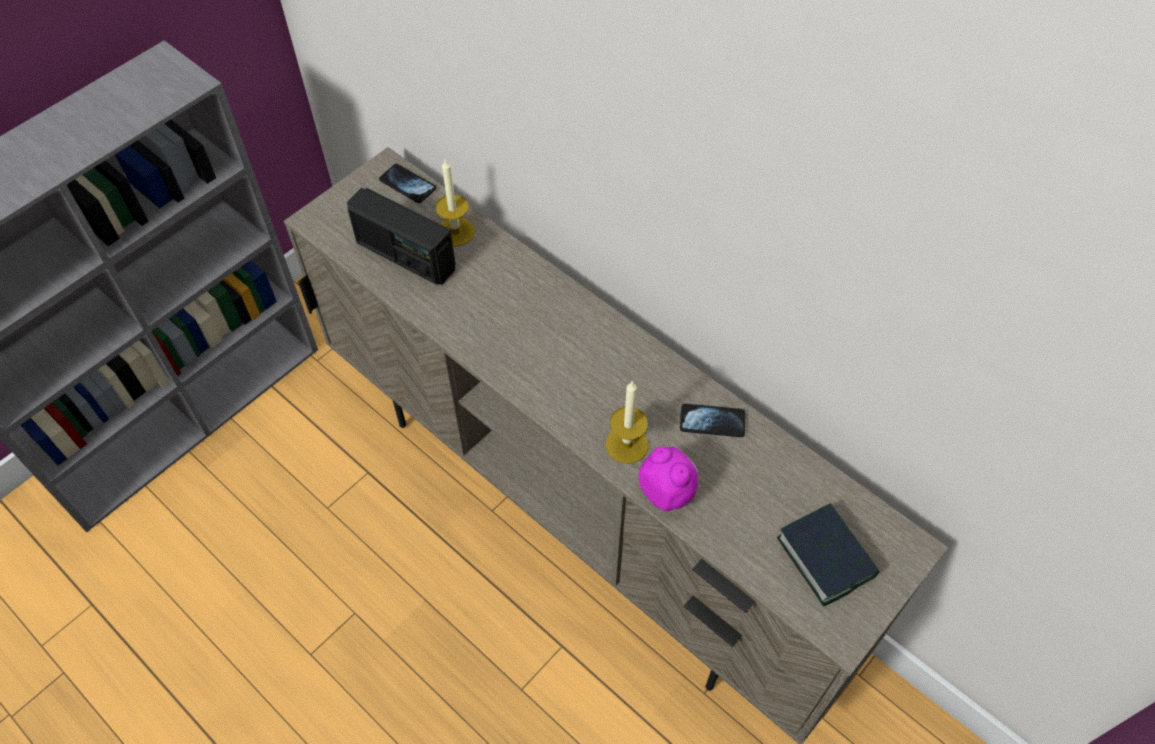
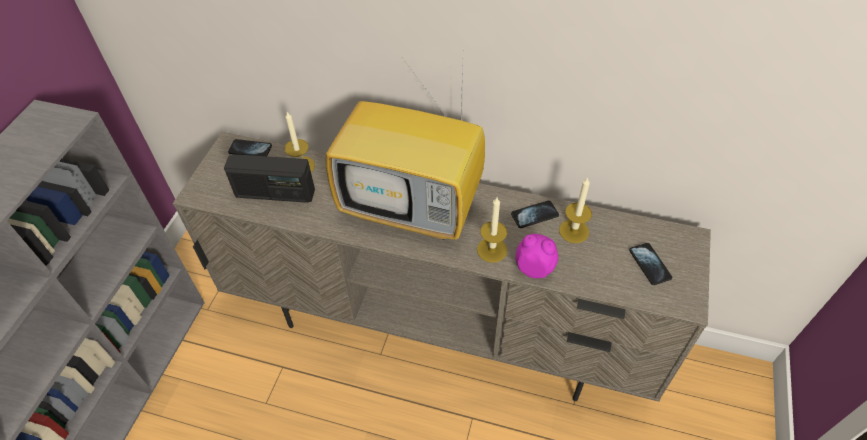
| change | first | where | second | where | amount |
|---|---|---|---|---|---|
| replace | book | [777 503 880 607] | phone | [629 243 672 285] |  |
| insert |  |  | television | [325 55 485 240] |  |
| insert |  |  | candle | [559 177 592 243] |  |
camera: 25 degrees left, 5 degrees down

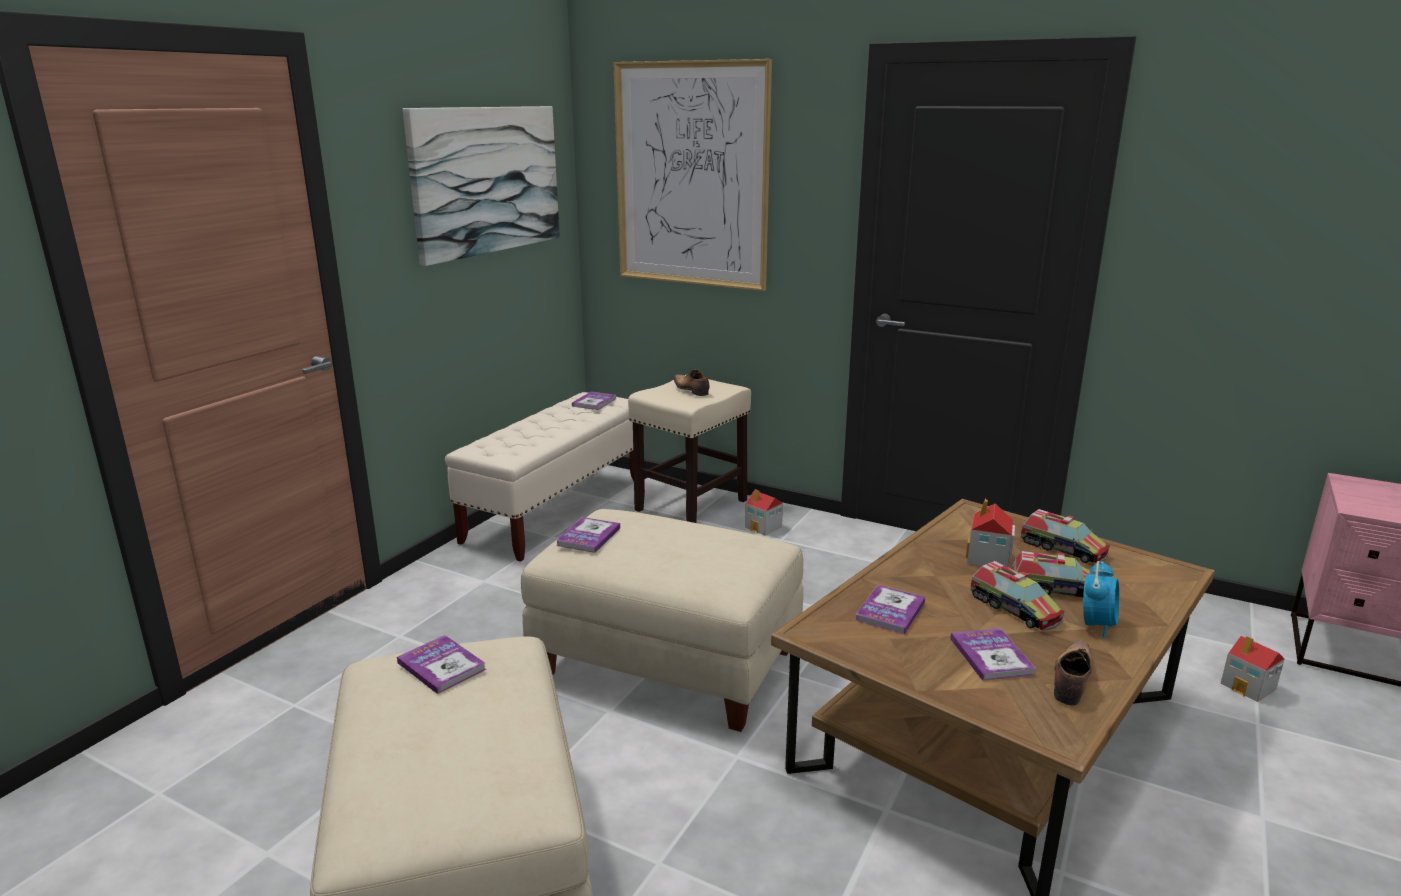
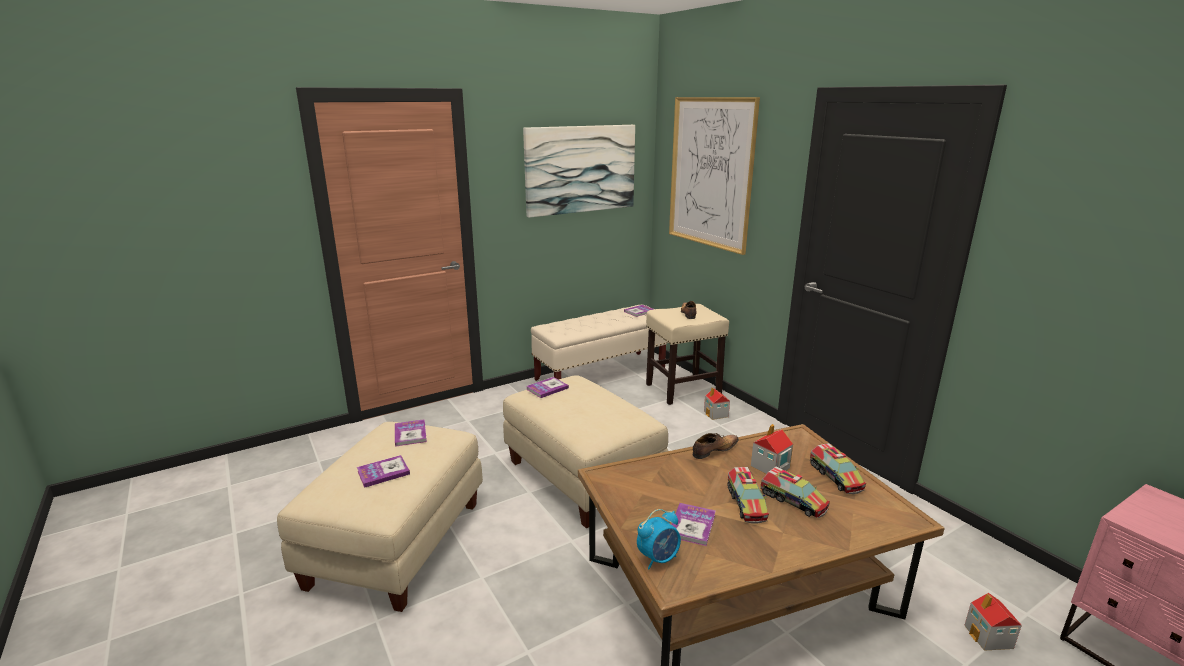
| change | first | where | second | where | amount |
|---|---|---|---|---|---|
| move | alarm clock | [1083 561 1119 638] |  | [637 509 681 569] |  |
| move | book | [855 585 925 634] |  | [357 455 410 488] |  |
| move | shoe | [1054 641 1093 706] |  | [693 433 739 459] |  |
camera: 30 degrees right, 0 degrees up

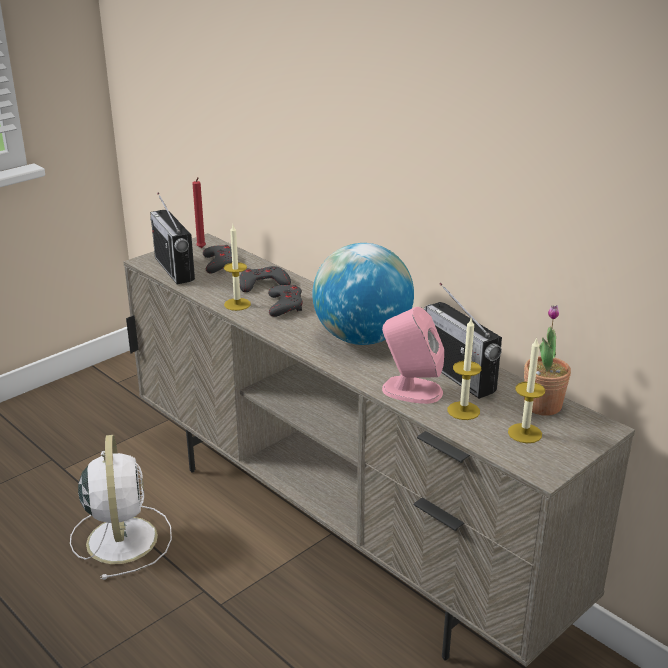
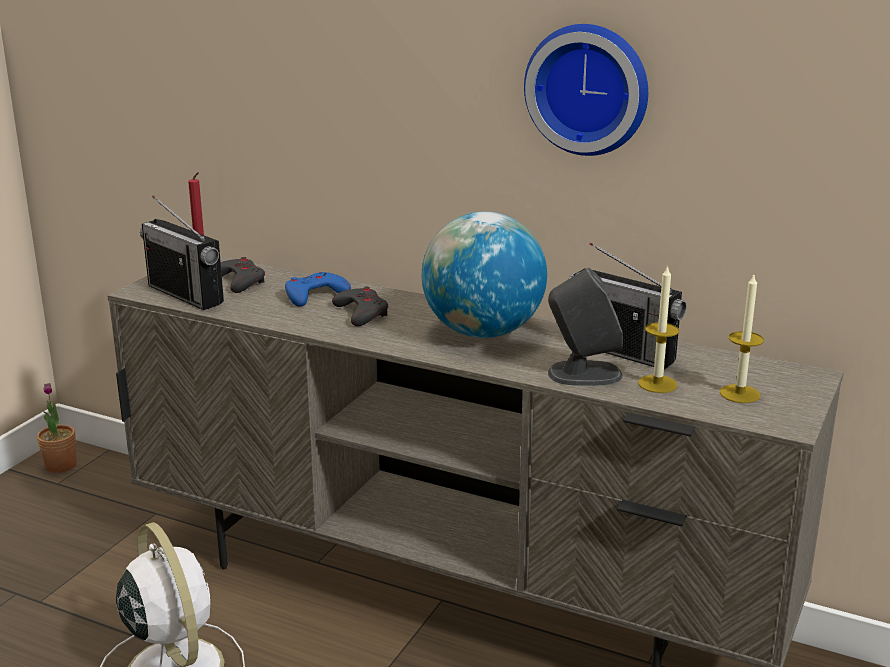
| change | first | where | second | where | amount |
|---|---|---|---|---|---|
| delete | candle | [224 225 251 311] |  |  |  |
| recolor | grey game controller | [239 266 291 292] | blue game controller | [285 272 351 307] |  |
| move | potted plant | [524 305 571 416] |  | [37 383 76 473] |  |
| recolor | pink speaker | [382 307 444 404] | grey speaker | [548 268 623 386] |  |
| insert |  |  | wall clock | [524 24 648 156] |  |
camera: 20 degrees left, 5 degrees down

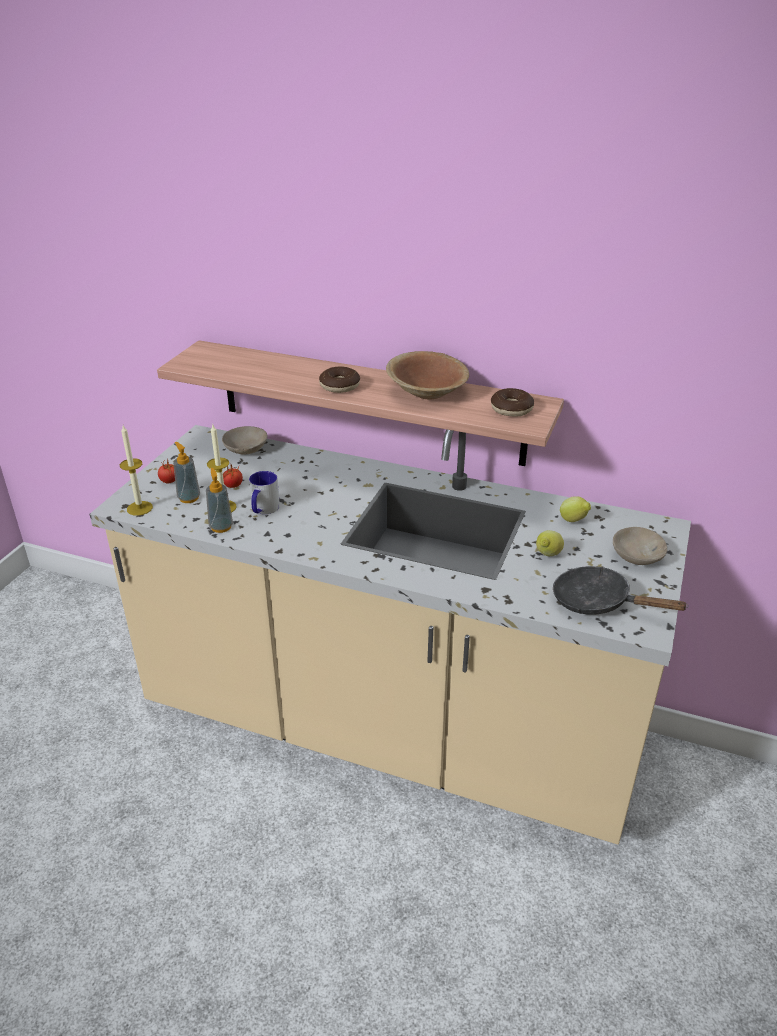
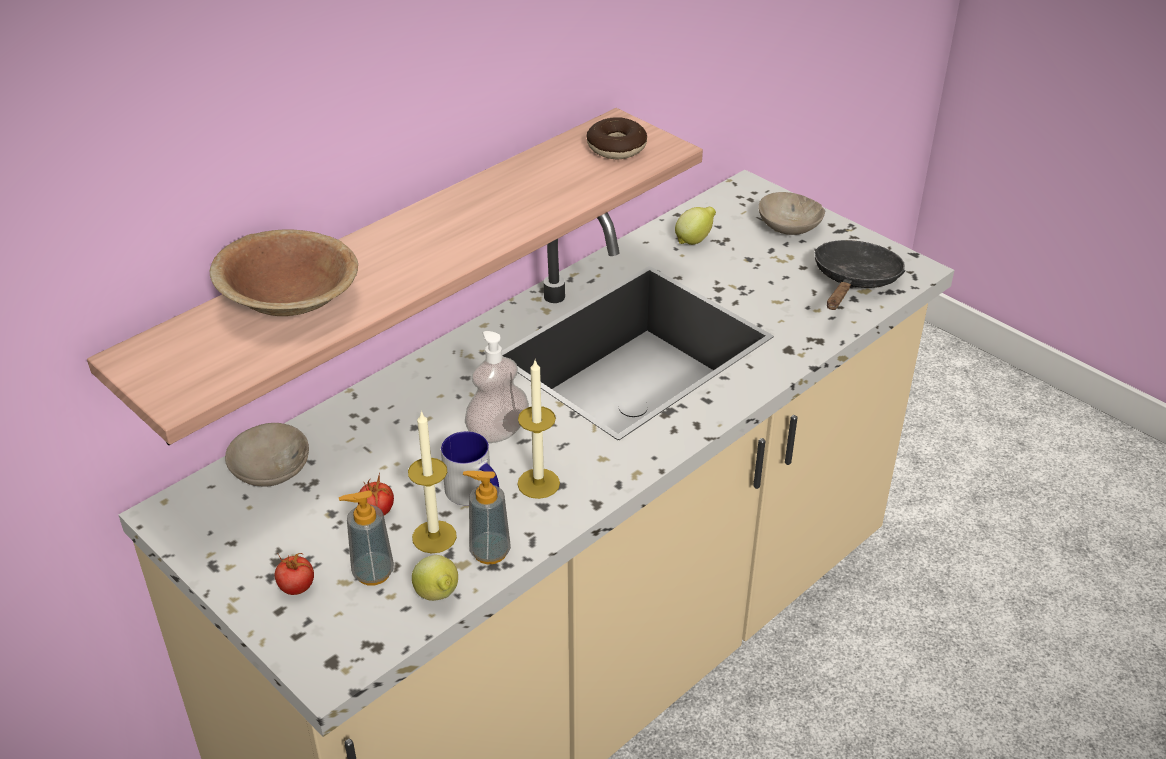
| change | first | where | second | where | amount |
|---|---|---|---|---|---|
| move | brown bowl | [386 351 469 399] |  | [210 229 358 316] |  |
| delete | donut | [319 366 360 393] |  |  |  |
| move | candle | [120 425 153 516] |  | [517 360 560 499] |  |
| move | lemon | [536 530 564 556] |  | [412 555 458 601] |  |
| rotate | black frying pan | [553 566 689 615] |  | [814 240 906 310] | 150 degrees clockwise |
| insert |  |  | soap dispenser | [465 331 529 443] |  |
camera: 65 degrees left, 5 degrees up

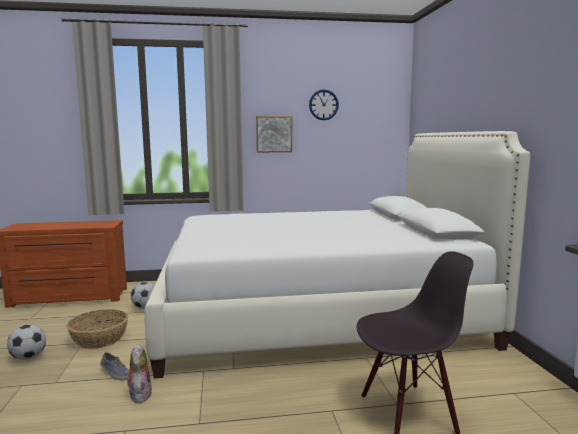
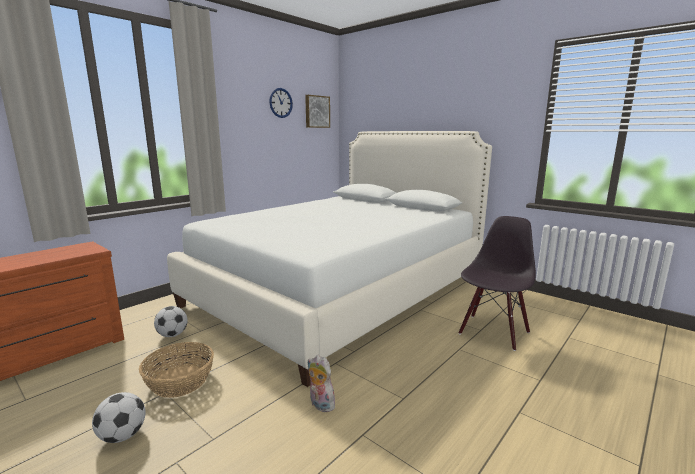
| change | first | where | second | where | amount |
|---|---|---|---|---|---|
| move | picture | [256 116 292 153] |  | [305 95 330 128] |  |
| delete | shoe | [100 352 129 380] |  |  |  |
camera: 40 degrees left, 5 degrees up

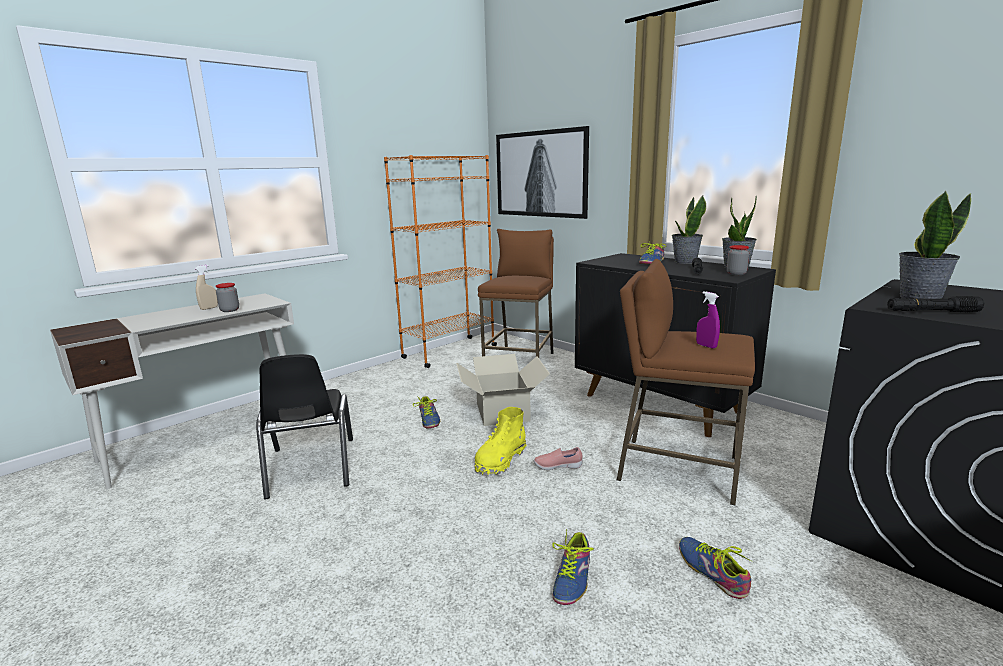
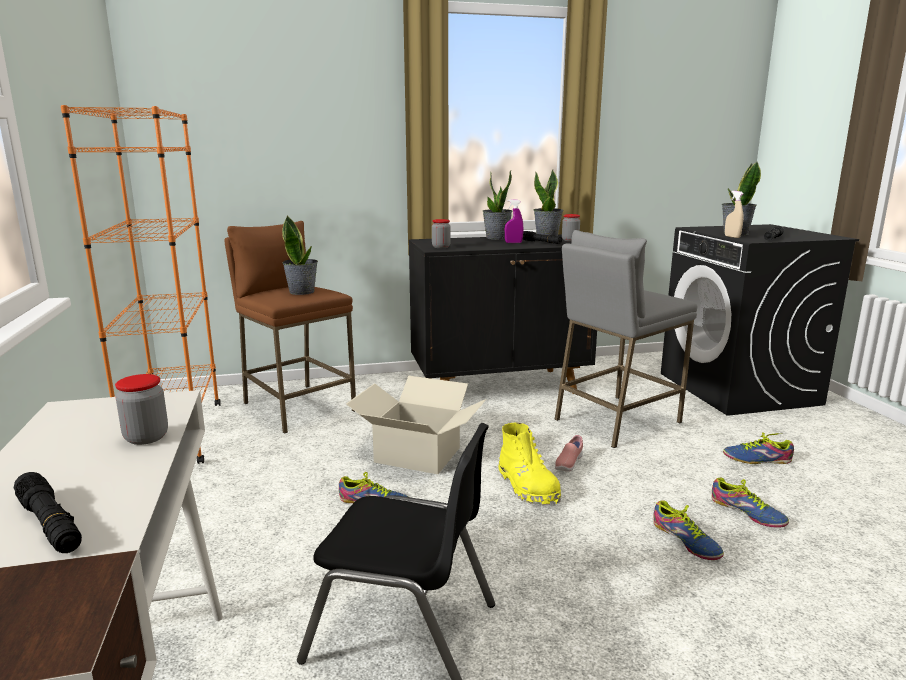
| change | first | where | second | where | amount |
|---|---|---|---|---|---|
| delete | picture | [496 126 589 219] |  |  |  |
| move | shoe | [639 243 666 264] |  | [653 500 724 560] |  |
| recolor | brown stool | [617 259 755 505] | grey stool | [554 230 697 448] |  |
| move | beige spray bottle | [195 265 218 310] |  | [725 191 743 238] |  |
| move | purple spray bottle | [696 291 720 349] |  | [505 199 524 243] |  |
| insert |  |  | potted plant | [282 215 318 295] |  |
| insert |  |  | jar | [432 219 451 248] |  |
| insert |  |  | black flashlight | [14 472 82 553] |  |
camera: 60 degrees left, 0 degrees up

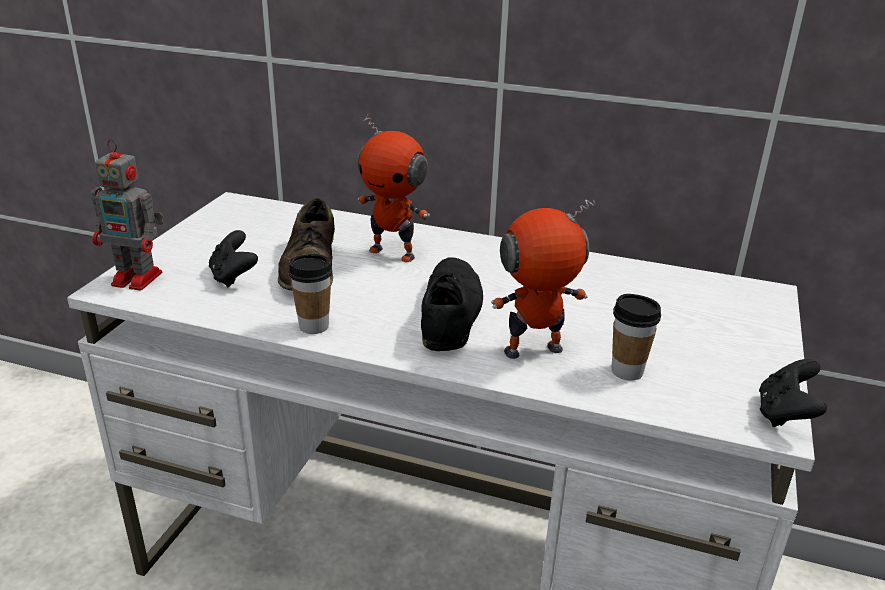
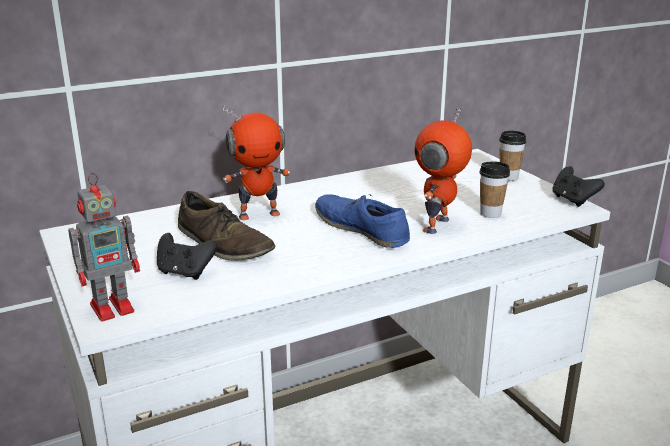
| change | first | where | second | where | amount |
|---|---|---|---|---|---|
| move | cup | [288 254 332 334] |  | [499 131 526 181] |  |
| recolor | black shoe | [421 257 483 351] | blue shoe | [315 194 410 248] |  |
camera: 45 degrees left, 5 degrees down

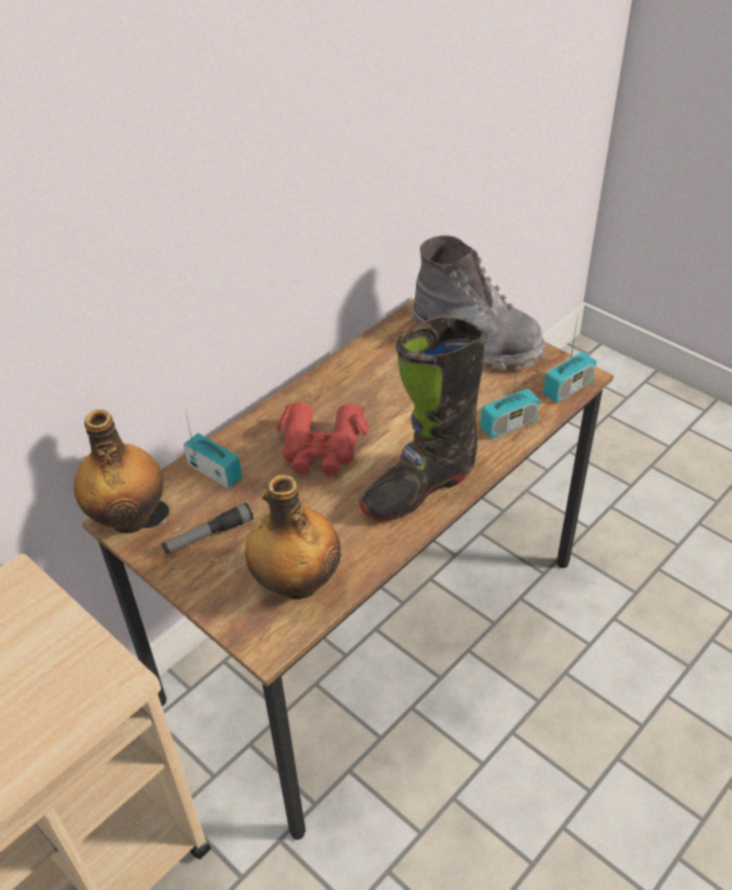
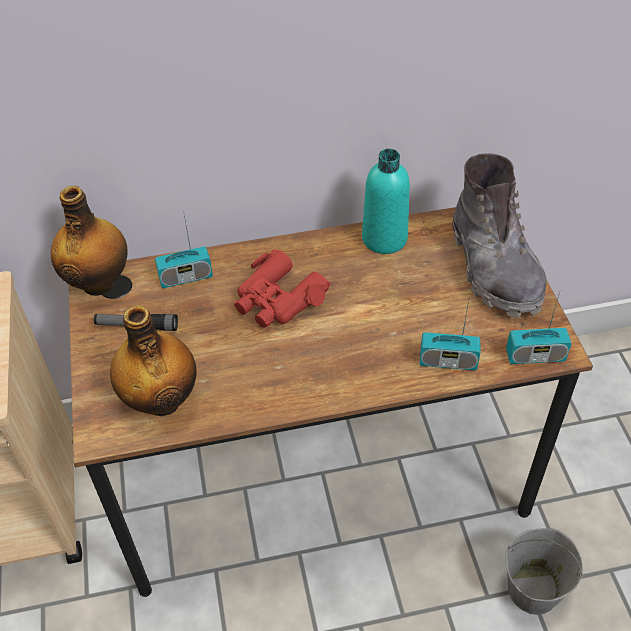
| change | first | where | second | where | amount |
|---|---|---|---|---|---|
| delete | black boot | [359 315 484 521] |  |  |  |
| rotate | radio | [183 409 242 488] |  | [155 211 213 288] | 90 degrees clockwise |
| insert |  |  | turquoise bottle | [362 149 410 254] |  |
| insert |  |  | grey bucket | [505 528 583 615] |  |
camera: 35 degrees right, 5 degrees up

